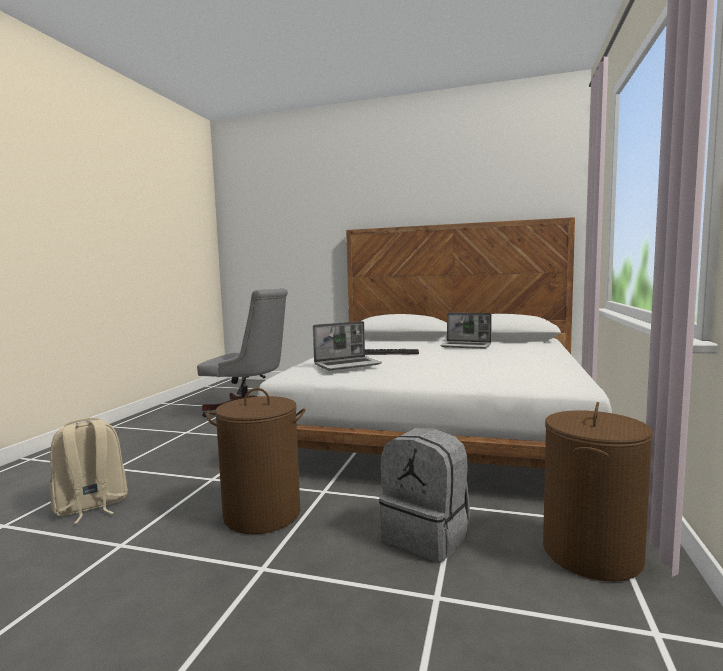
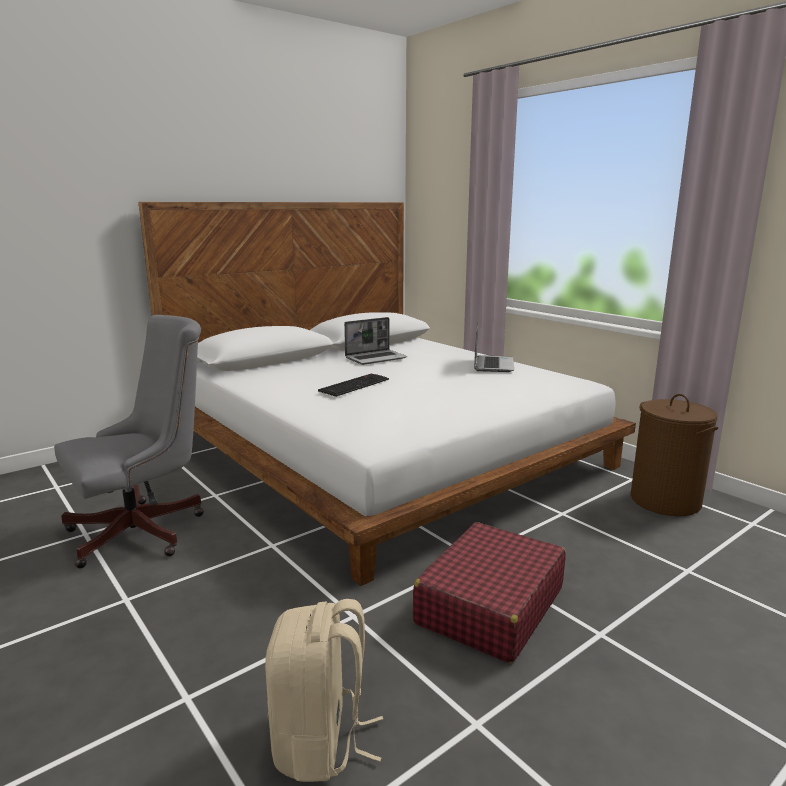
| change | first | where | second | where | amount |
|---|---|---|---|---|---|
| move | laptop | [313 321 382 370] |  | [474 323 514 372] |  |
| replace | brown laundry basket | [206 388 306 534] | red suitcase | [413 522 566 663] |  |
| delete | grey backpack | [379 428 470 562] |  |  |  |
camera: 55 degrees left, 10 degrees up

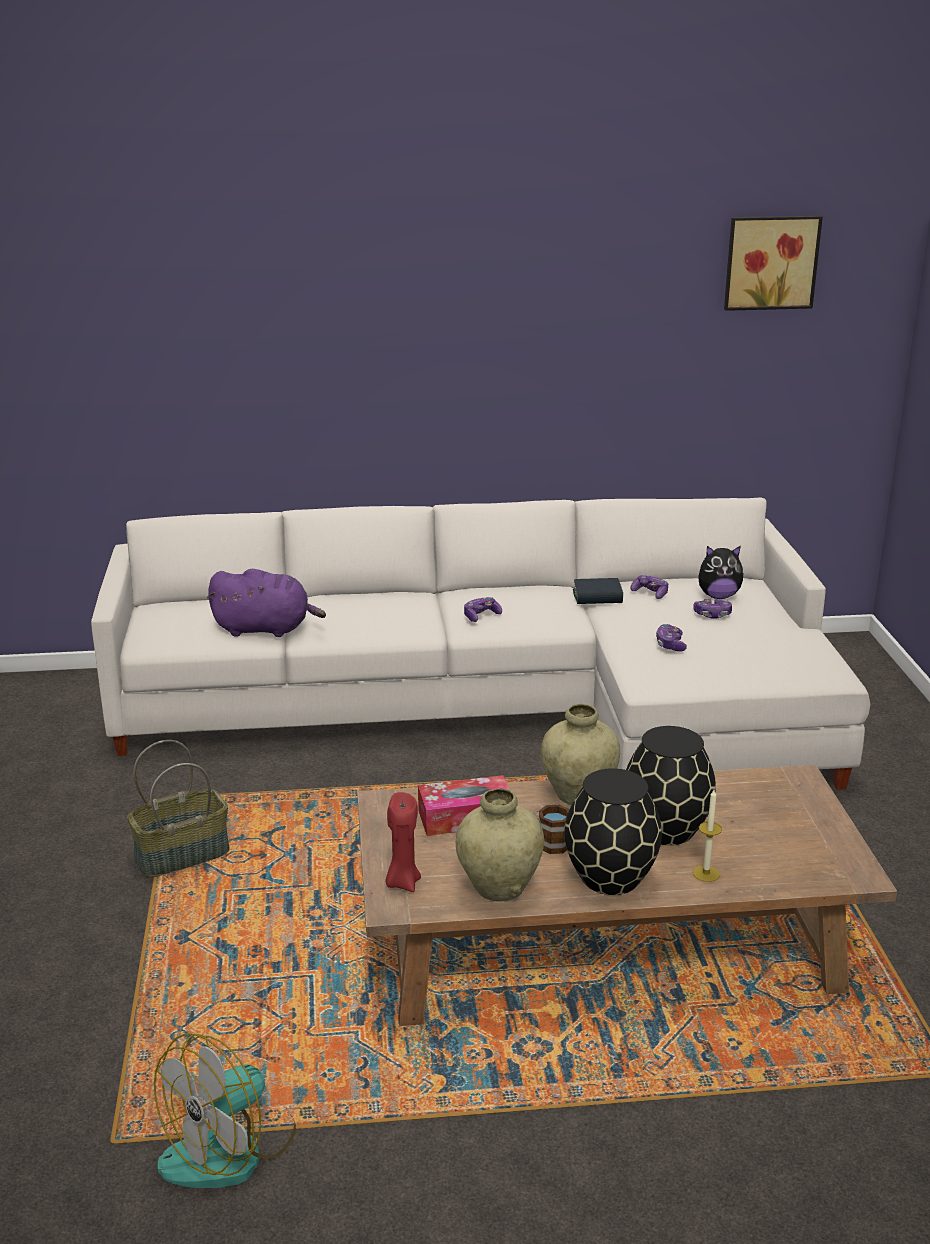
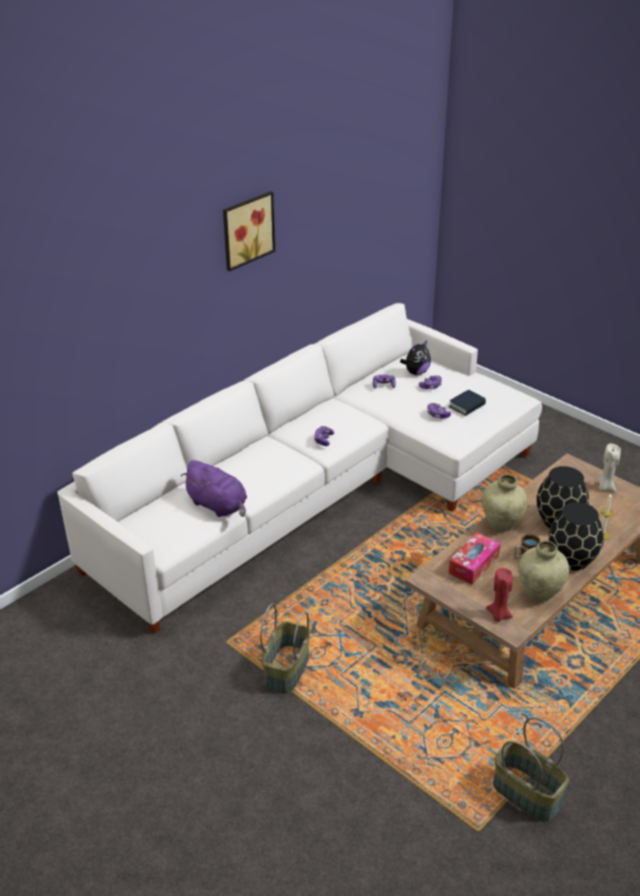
| change | first | where | second | where | amount |
|---|---|---|---|---|---|
| move | picture | [724 216 823 311] |  | [223 191 275 271] |  |
| rotate | purple plush toy | [207 569 326 637] |  | [181 460 247 517] | 75 degrees clockwise |
| move | book | [573 578 623 604] |  | [449 390 486 416] |  |
| replace | fan | [154 1033 297 1188] | basket | [493 717 569 822] |  |
| insert |  |  | beige candle | [598 444 621 492] |  |
camera: 40 degrees left, 10 degrees up

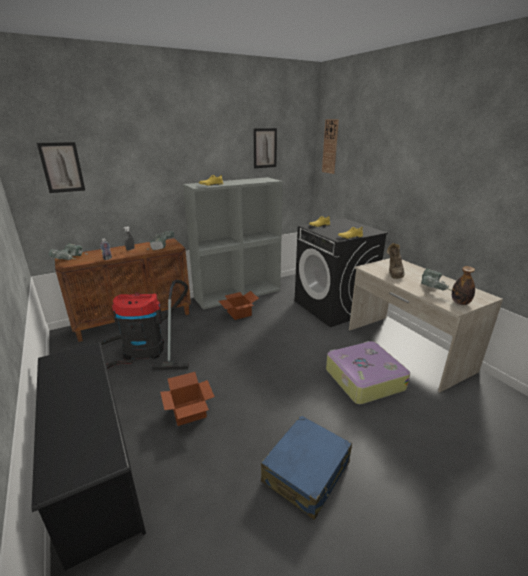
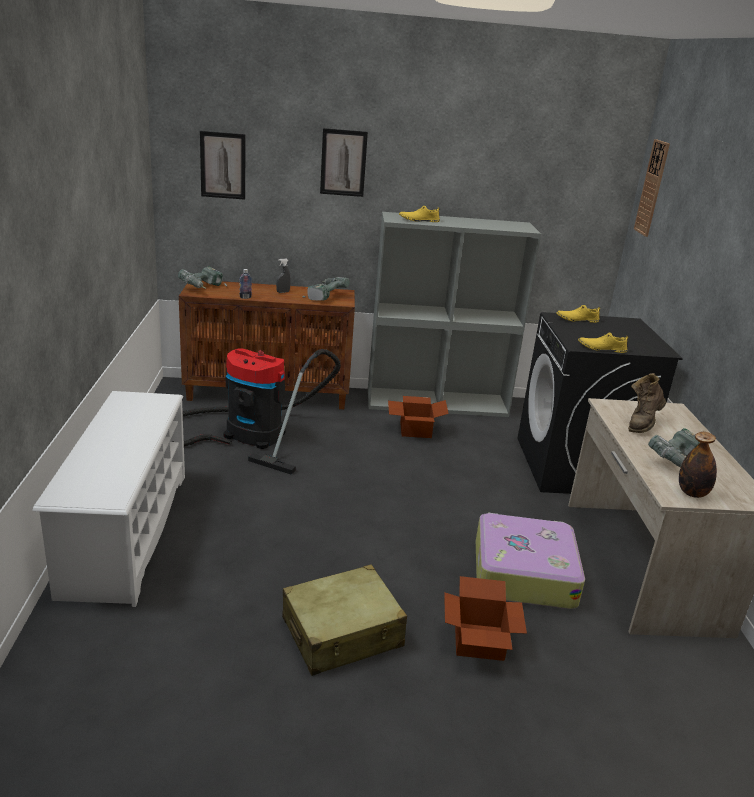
| change | first | where | second | where | amount |
|---|---|---|---|---|---|
| move | picture | [254 128 277 168] |  | [320 128 368 197] |  |
| recolor | black shoe rack | [31 342 146 571] | white shoe rack | [33 391 185 607] |  |
| move | cardboard box | [160 372 215 426] |  | [444 576 527 661] |  |
| recolor | blue suitcase | [261 415 352 520] | beige suitcase | [282 565 407 676] |  |
camera: 25 degrees right, 0 degrees up

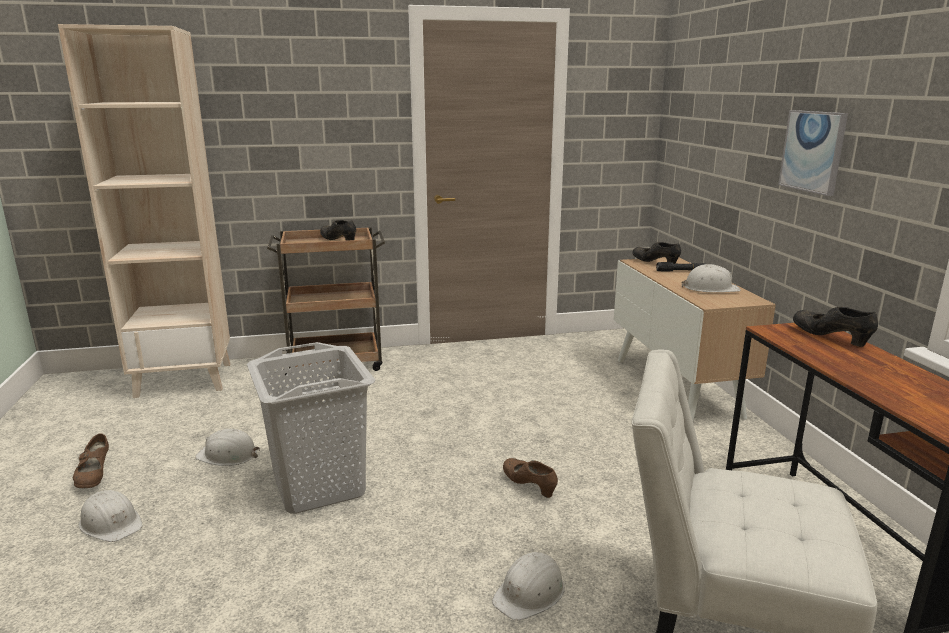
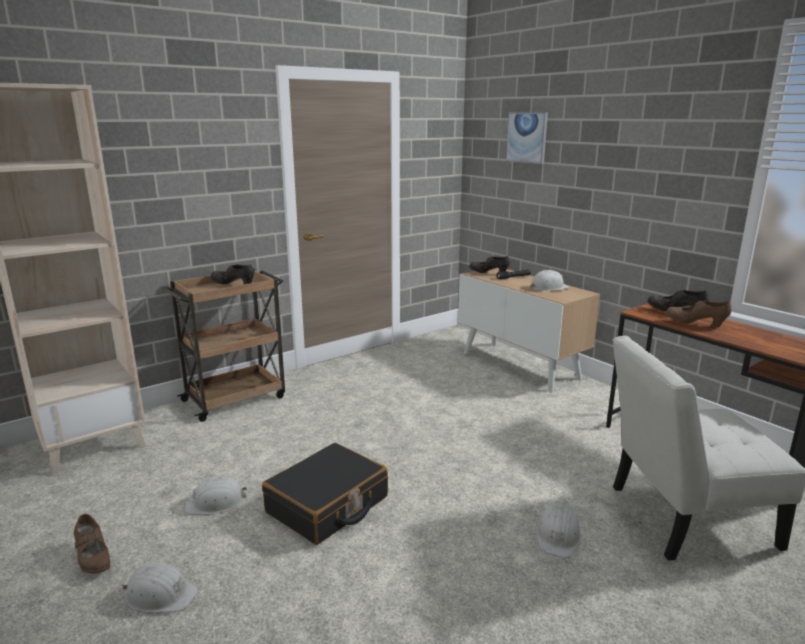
| change | first | where | second | where | amount |
|---|---|---|---|---|---|
| move | picture | [778 110 848 196] |  | [506 112 548 164] |  |
| replace | grey laundry basket | [247 342 375 514] | black suitcase | [262 443 388 545] |  |
| move | brown shoe | [503 458 558 498] |  | [665 301 731 327] |  |
camera: 25 degrees left, 0 degrees up

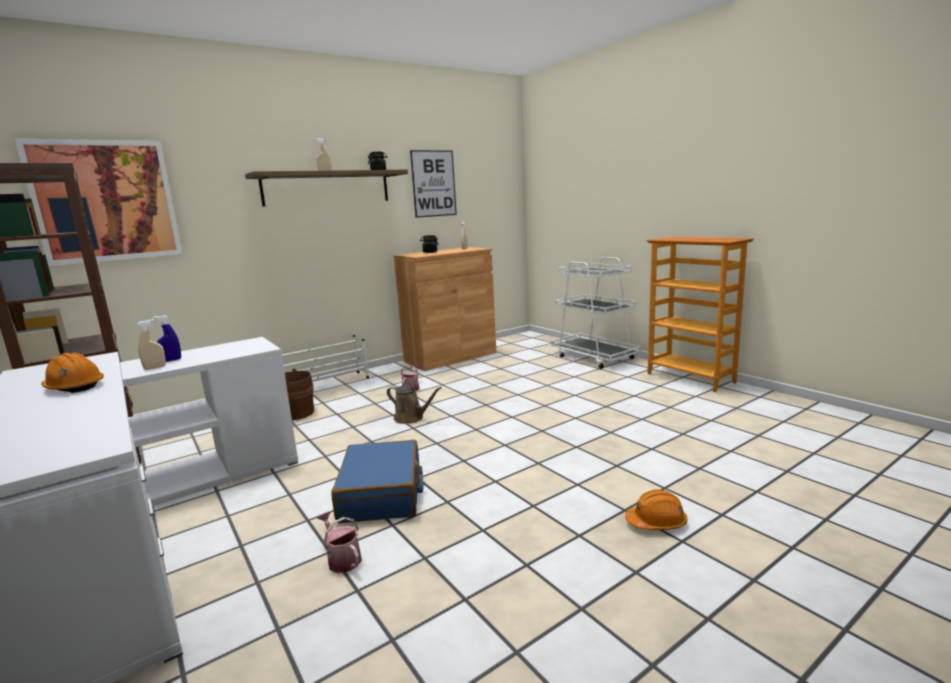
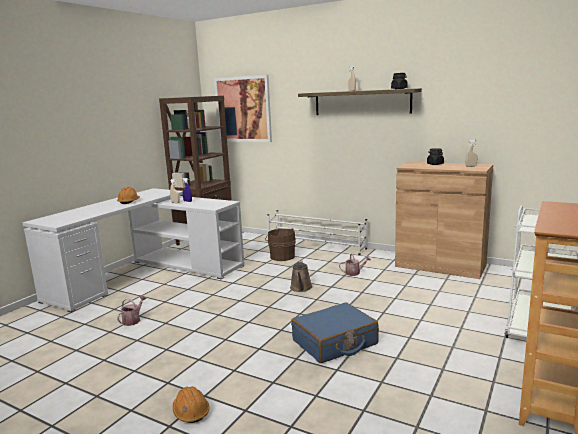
| change | first | where | second | where | amount |
|---|---|---|---|---|---|
| delete | picture | [410 150 457 218] |  |  |  |
| move | blue suitcase | [331 440 424 523] |  | [291 303 379 363] |  |
camera: 65 degrees right, 0 degrees up

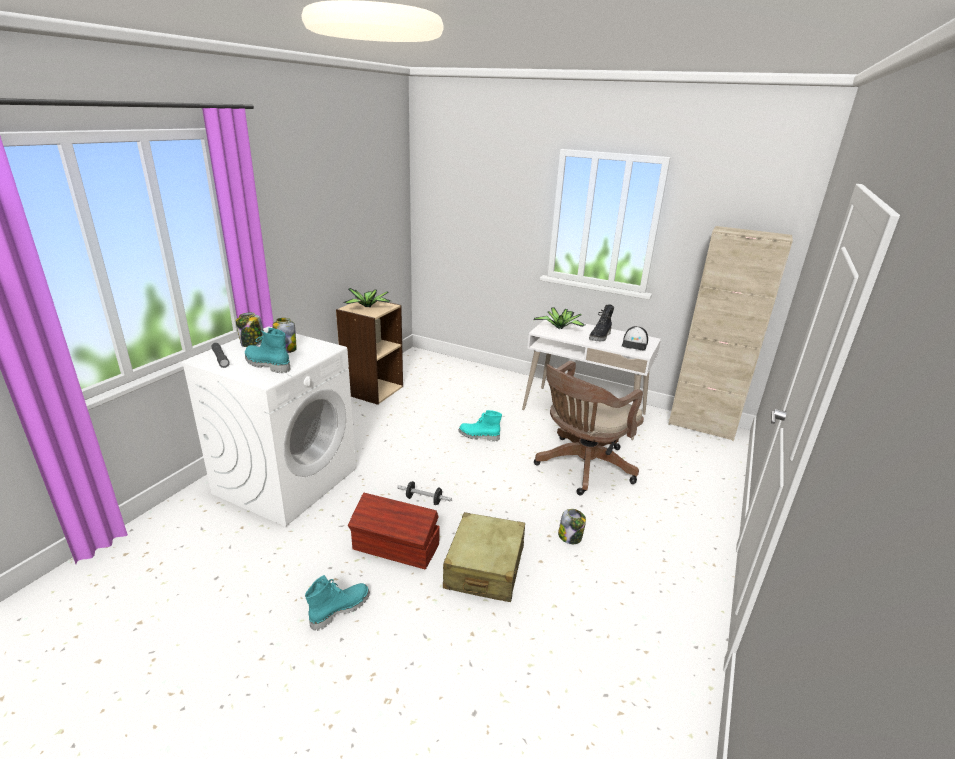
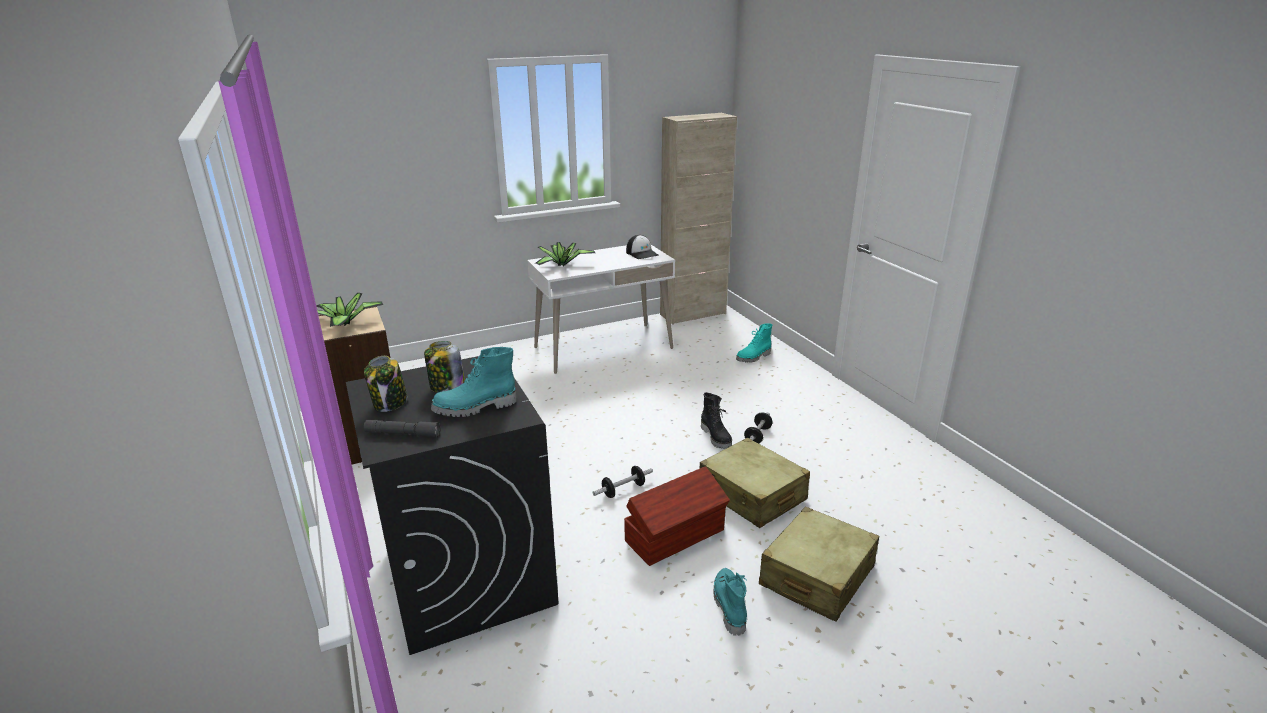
| change | first | where | second | where | amount |
|---|---|---|---|---|---|
| move | black boot | [589 305 614 341] |  | [701 392 732 449] |  |
| recolor | white washing machine | [180 326 356 527] | black washing machine | [346 356 559 655] |  |
| delete | brown office chair | [534 361 644 496] |  |  |  |
| move | turquoise boot | [459 410 502 442] |  | [736 323 772 363] |  |
| replace | jar | [558 509 586 544] | dumbbell | [744 412 773 444] |  |
| insert |  |  | beige suitcase | [759 507 879 622] |  |
camera: 50 degrees left, 0 degrees up

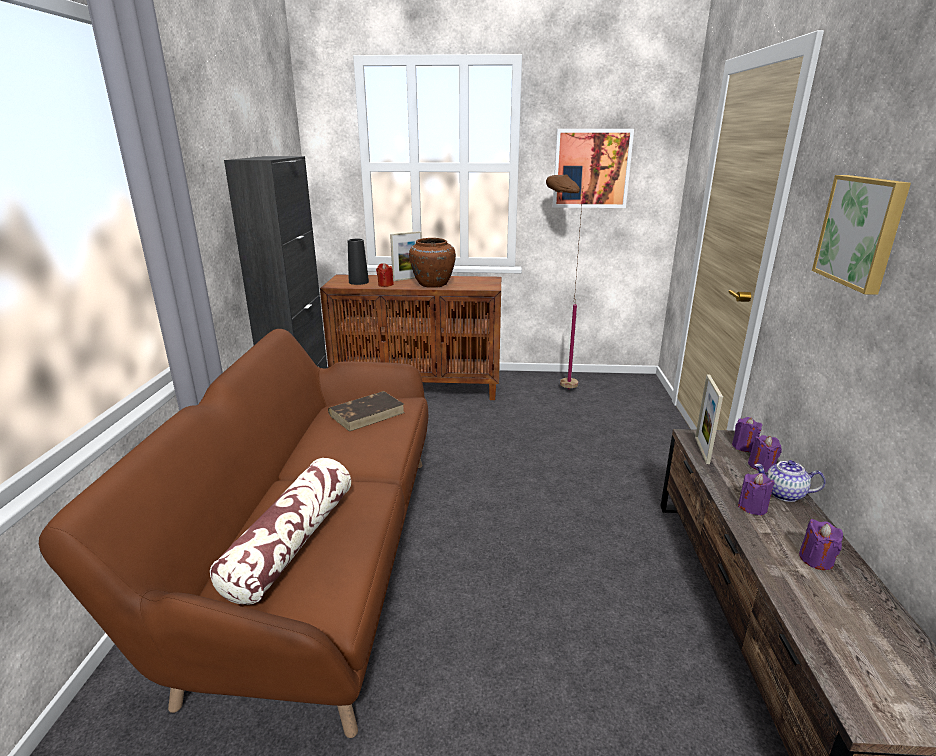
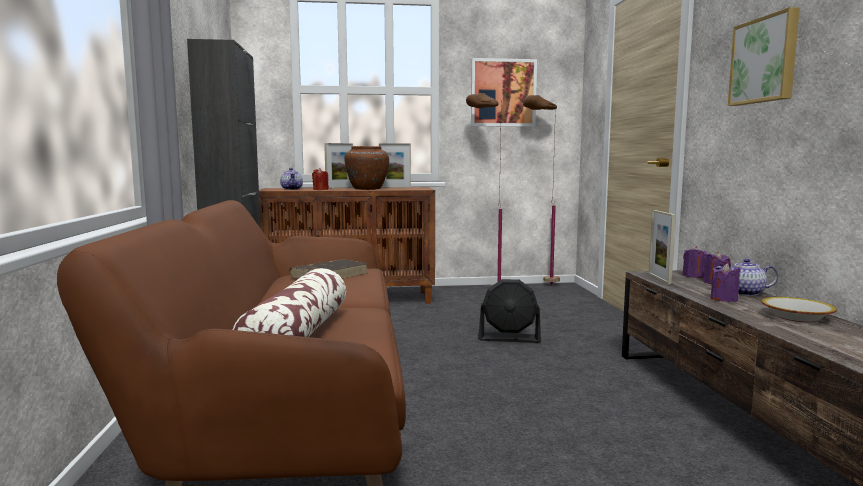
| change | first | where | second | where | amount |
|---|---|---|---|---|---|
| replace | black vase | [348 239 369 285] | teapot | [280 168 303 190] |  |
| replace | purple candle | [799 519 843 570] | bowl | [761 297 837 322] |  |
| insert |  |  | brown floor lamp | [523 95 560 285] |  |
| insert |  |  | picture frame | [379 144 411 188] |  |
| insert |  |  | black fan | [478 279 541 343] |  |
camera: 10 degrees left, 15 degrees down

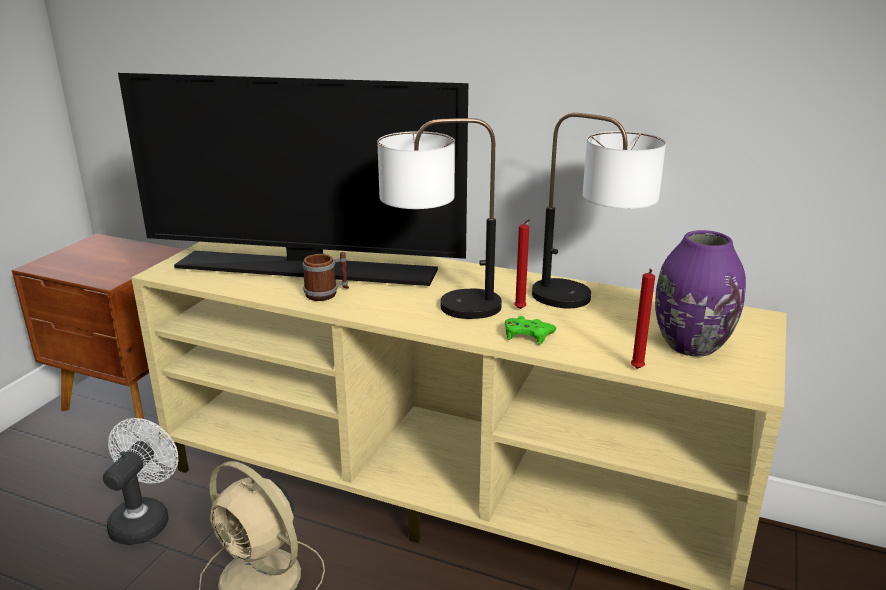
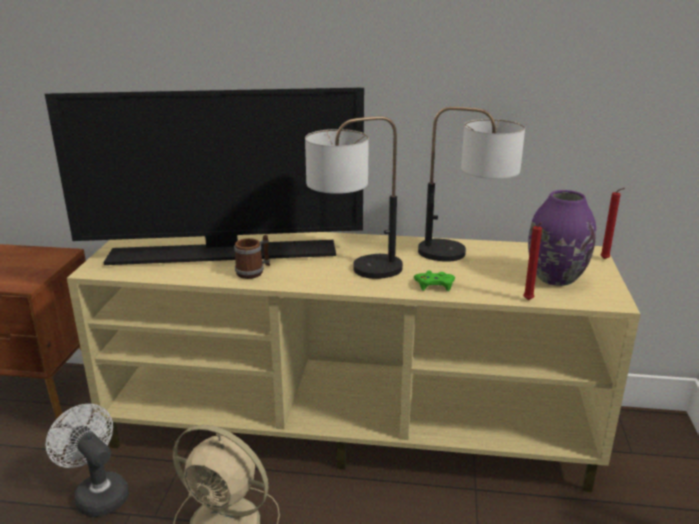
| change | first | where | second | where | amount |
|---|---|---|---|---|---|
| move | red candle | [514 219 530 309] |  | [600 188 625 259] |  |
| rotate | white fan | [103 418 178 545] |  | [45 404 129 517] | 45 degrees counterclockwise |
camera: 15 degrees left, 0 degrees up

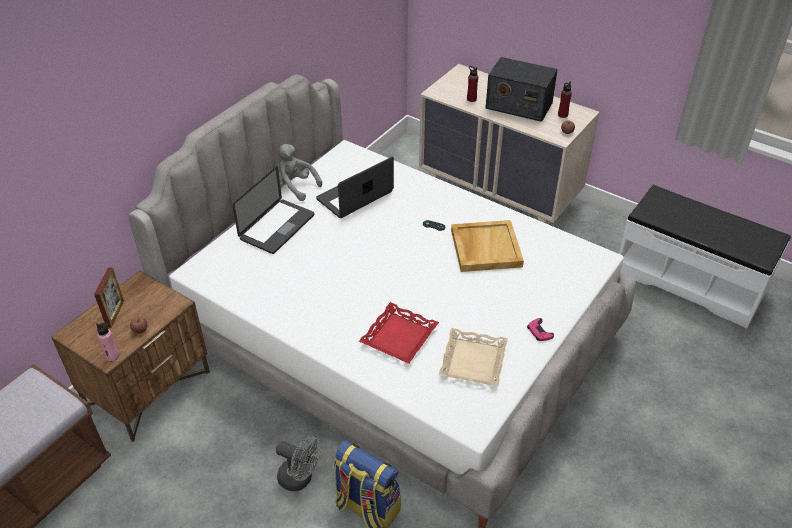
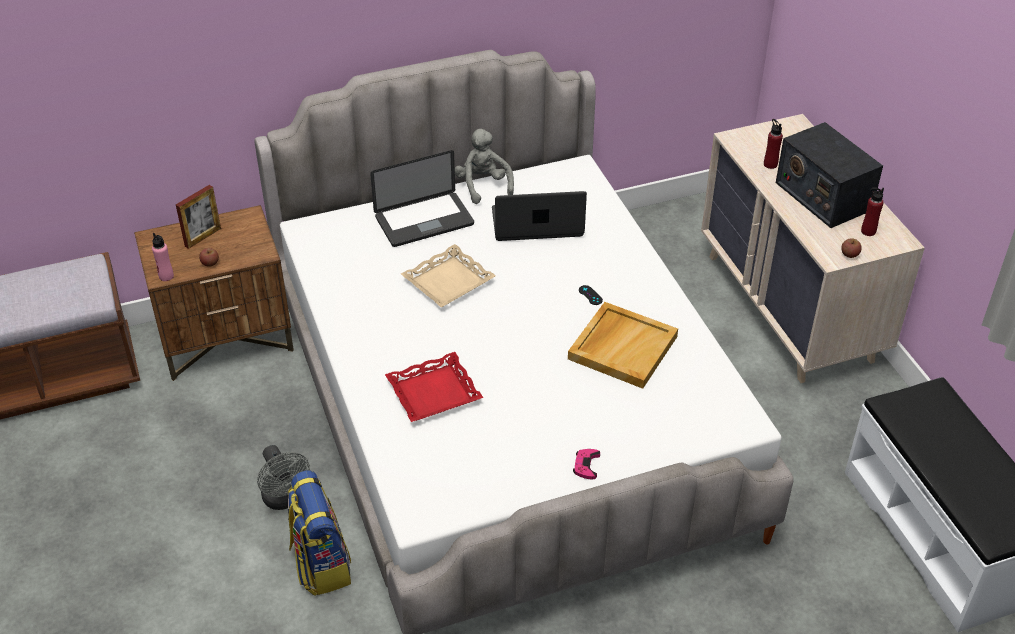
| change | first | where | second | where | amount |
|---|---|---|---|---|---|
| move | beige tray | [439 328 508 387] |  | [401 244 496 307] |  |
camera: 35 degrees right, 0 degrees up

